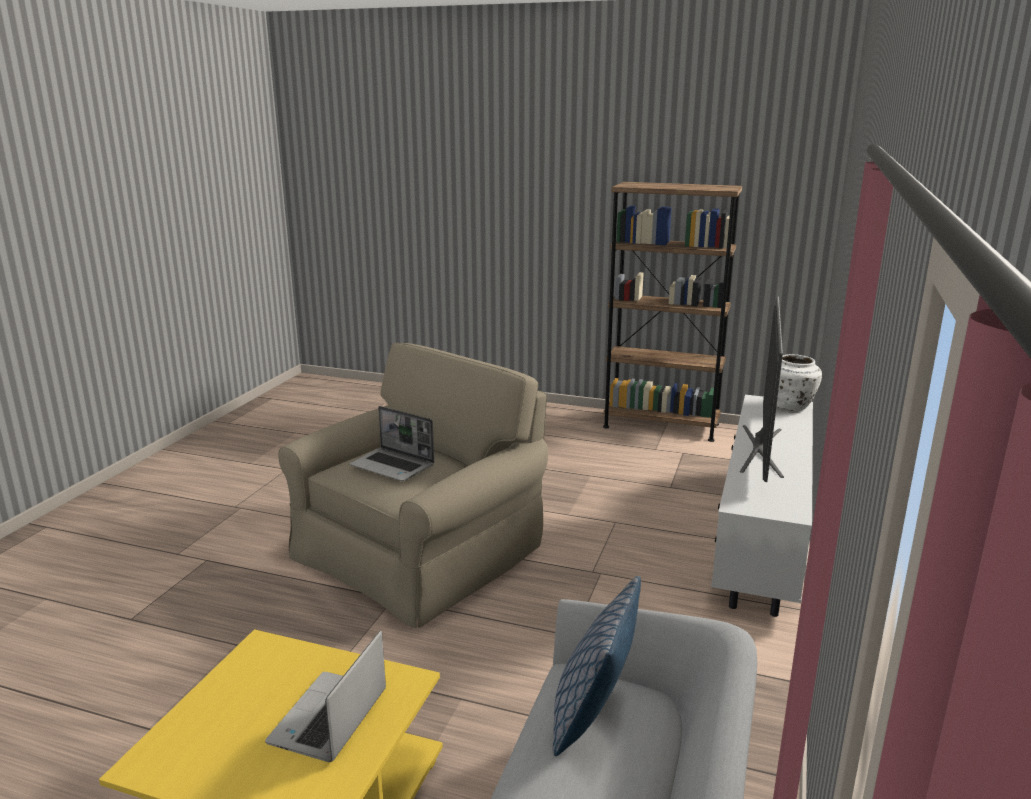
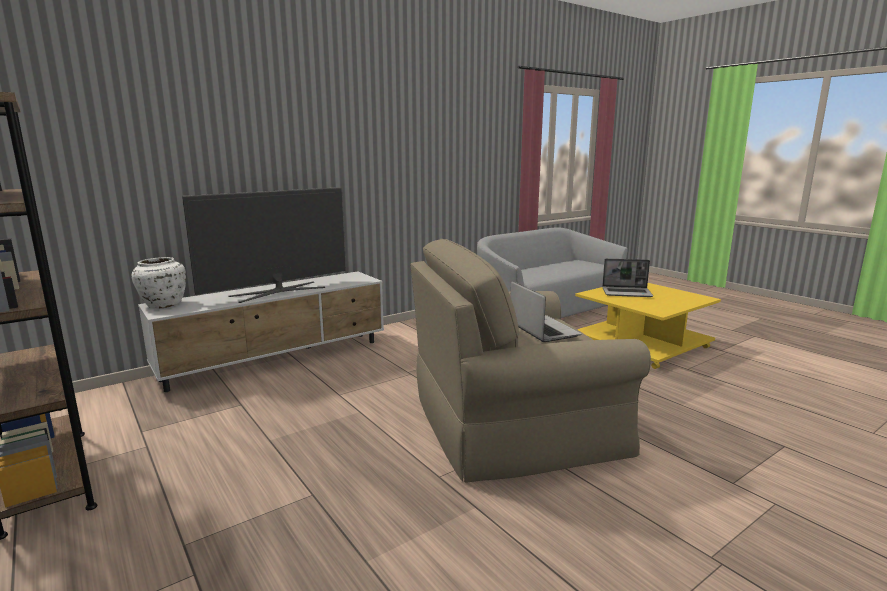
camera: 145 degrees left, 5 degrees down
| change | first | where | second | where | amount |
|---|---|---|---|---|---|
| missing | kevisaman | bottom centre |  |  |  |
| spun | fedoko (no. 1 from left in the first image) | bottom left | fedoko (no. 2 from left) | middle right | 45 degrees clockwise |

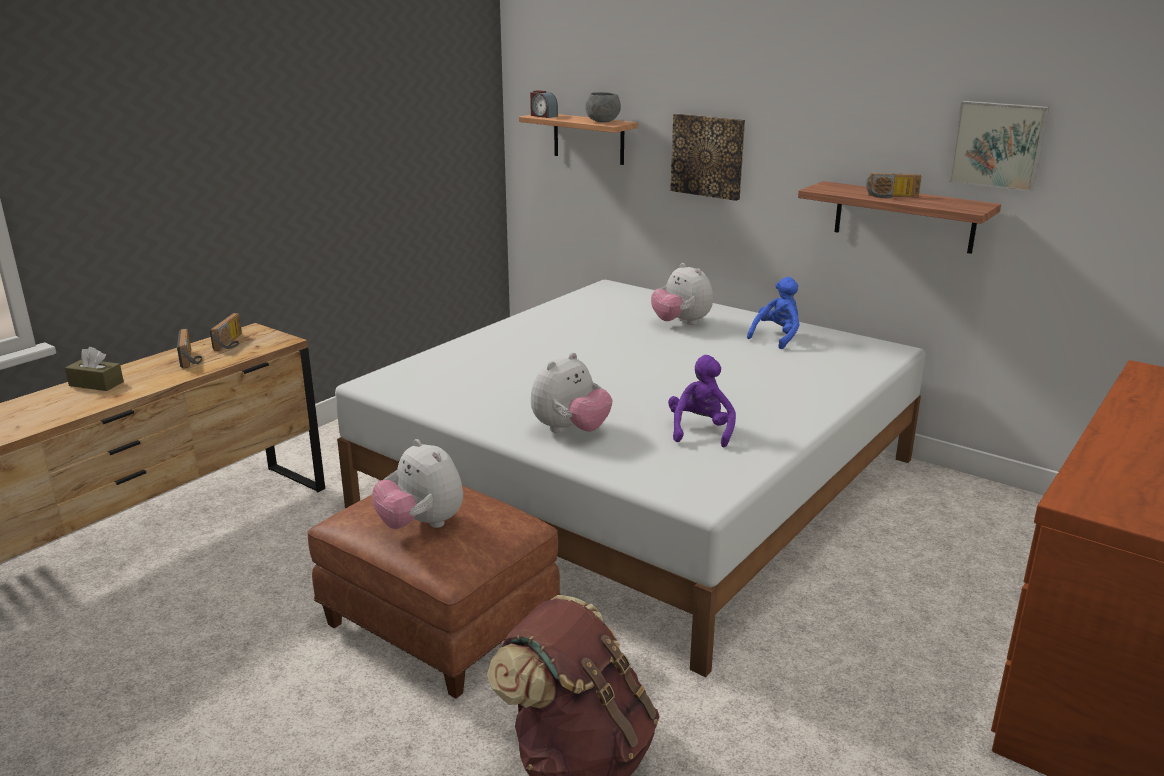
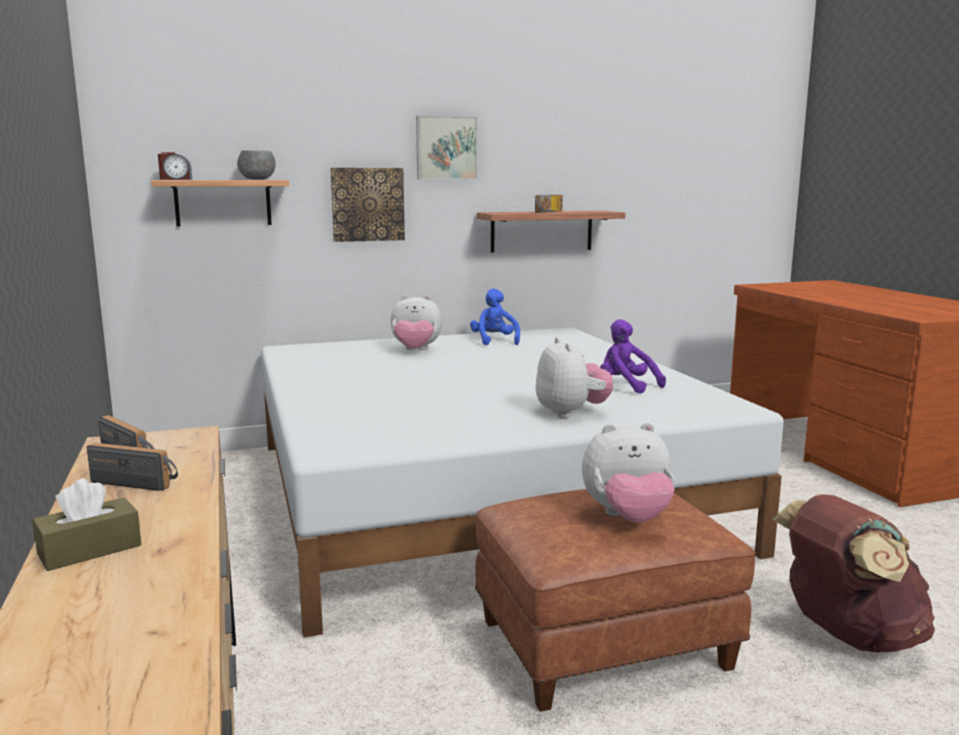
camera: 55 degrees left, 10 degrees down
| change | first | where | second | where | amount |
|---|---|---|---|---|---|
| relocated | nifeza (no. 2 from left) | top right |  | top centre |  |

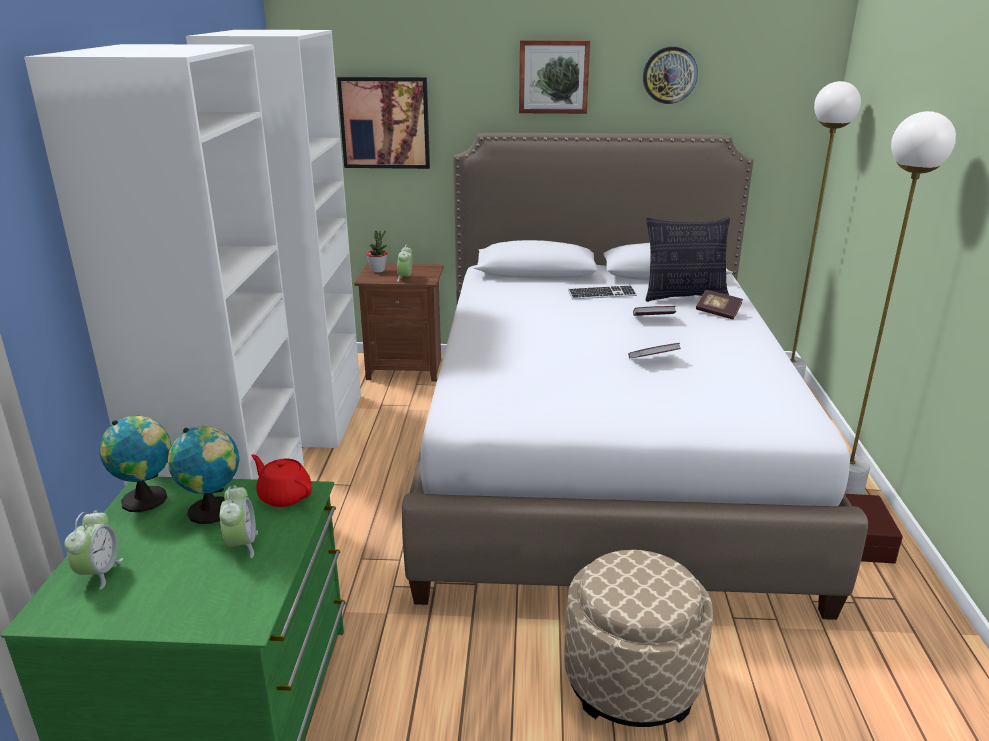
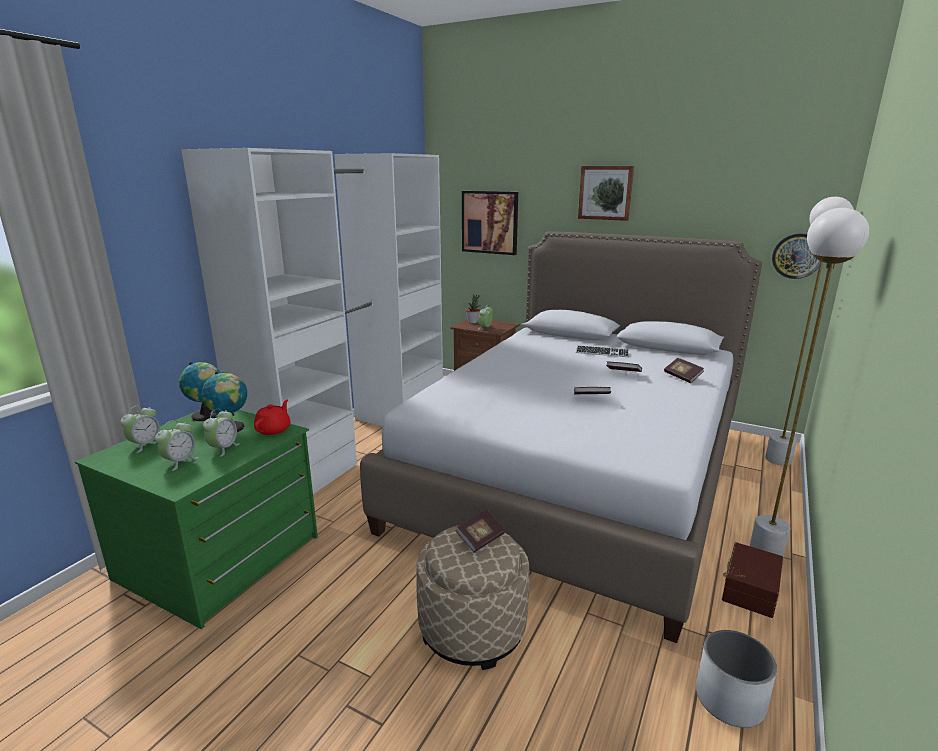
camera: 25 degrees right, 5 degrees down
| change | first | where | second | where | amount |
|---|---|---|---|---|---|
| missing | kevisaman | middle right |  |  |  |
| appeared |  |  | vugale (no. 2 from left) | middle left |  |
| appeared |  |  | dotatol (no. 1 from left) | bottom centre |  |
| appeared |  |  | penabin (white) | bottom right |  |
| relocated | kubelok | top right |  | middle right |  |
| spun | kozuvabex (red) | middle left |  | middle left | 45 degrees clockwise |

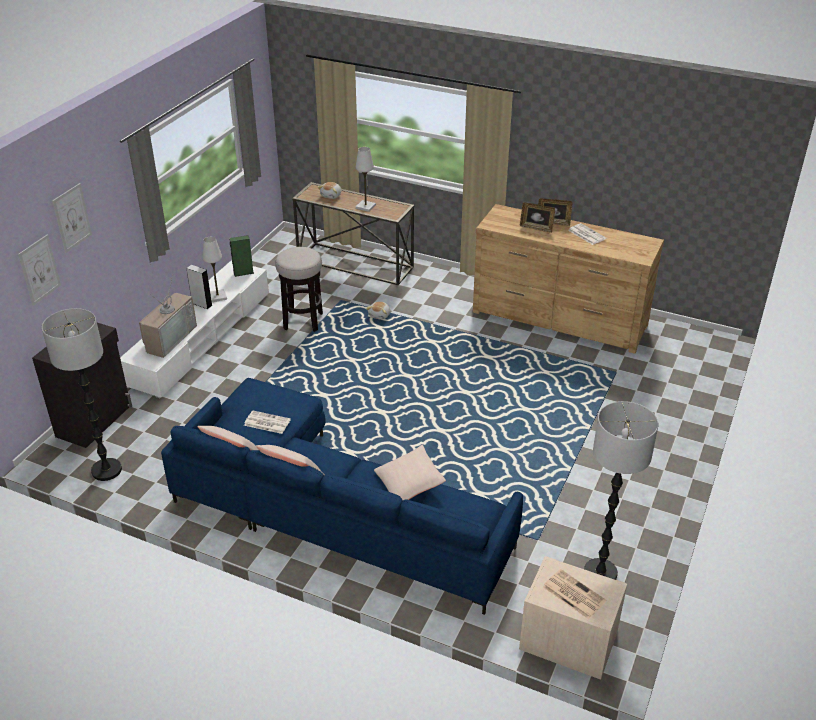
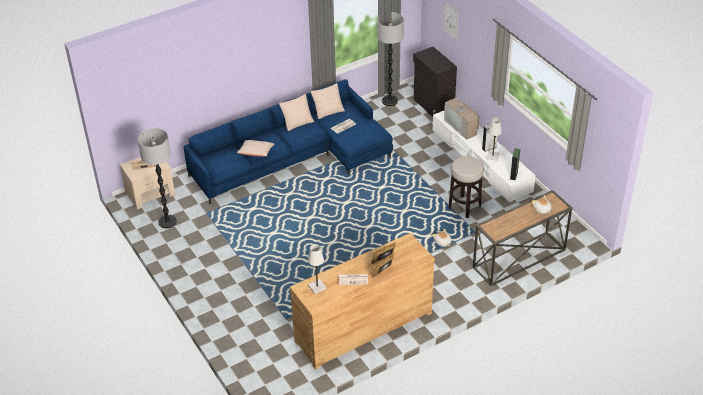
camera: 125 degrees right, 5 degrees up
| change | first | where | second | where | amount |
|---|---|---|---|---|---|
| missing | nifeza (no. 2 from left) | top left |  |  |  |
| relocated | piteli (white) (no. 2 from left in the first image) | top centre | piteli (white) (no. 1 from left) | bottom centre |  |

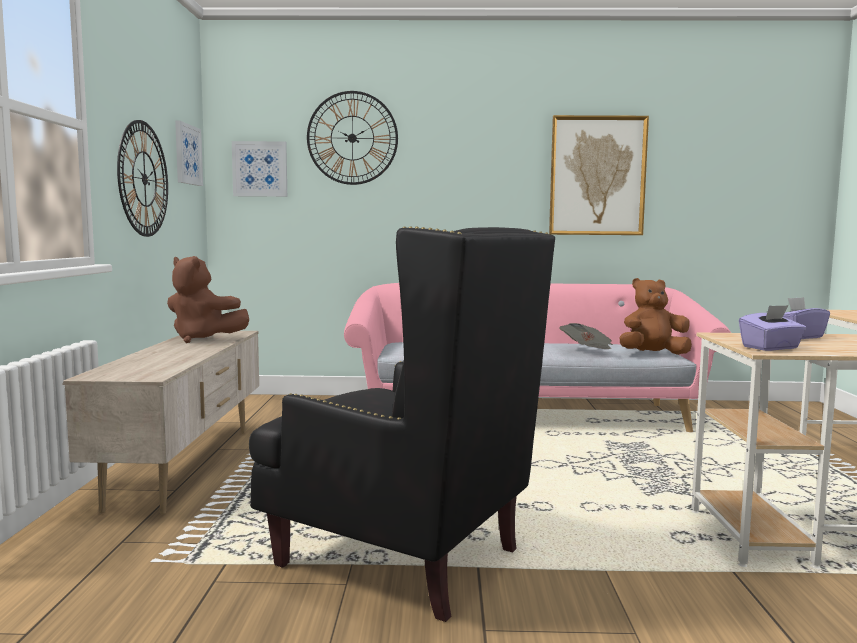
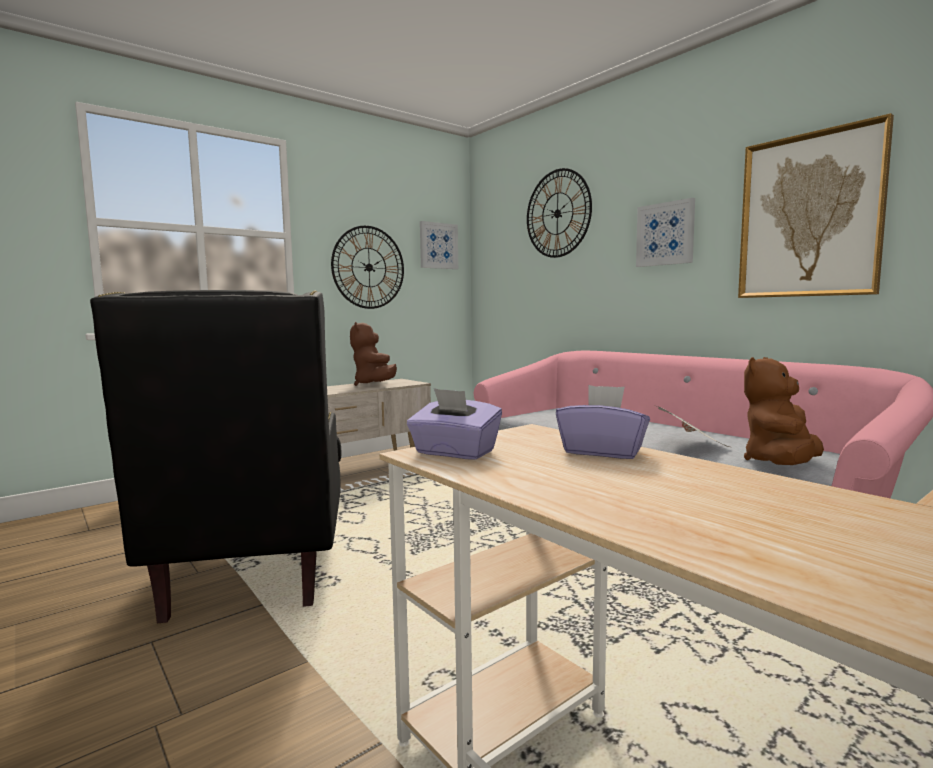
camera: 50 degrees right, 0 degrees up
| change | first | where | second | where | amount |
|---|---|---|---|---|---|
| relocated | nifeza (no. 2 from left) | top left |  | top right |  |
| spun | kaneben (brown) (no. 2 from left) | middle right |  | middle right | 90 degrees counterclockwise |

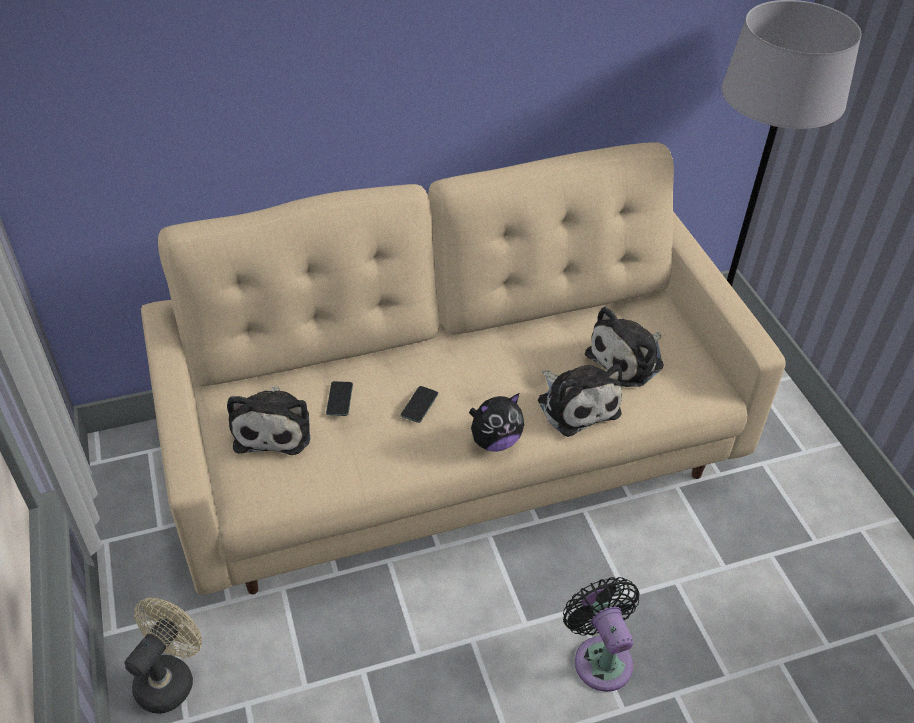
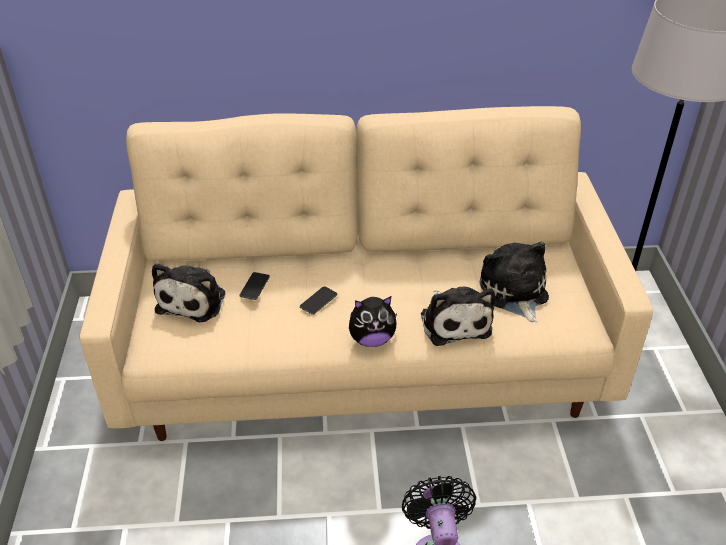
camera: 15 degrees right, 5 degrees down
| change | first | where | second | where | amount |
|---|---|---|---|---|---|
| missing | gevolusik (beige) | bottom left |  |  |  |
| spun | kaneben (no. 4 from left) | middle right |  | middle right | 105 degrees clockwise |

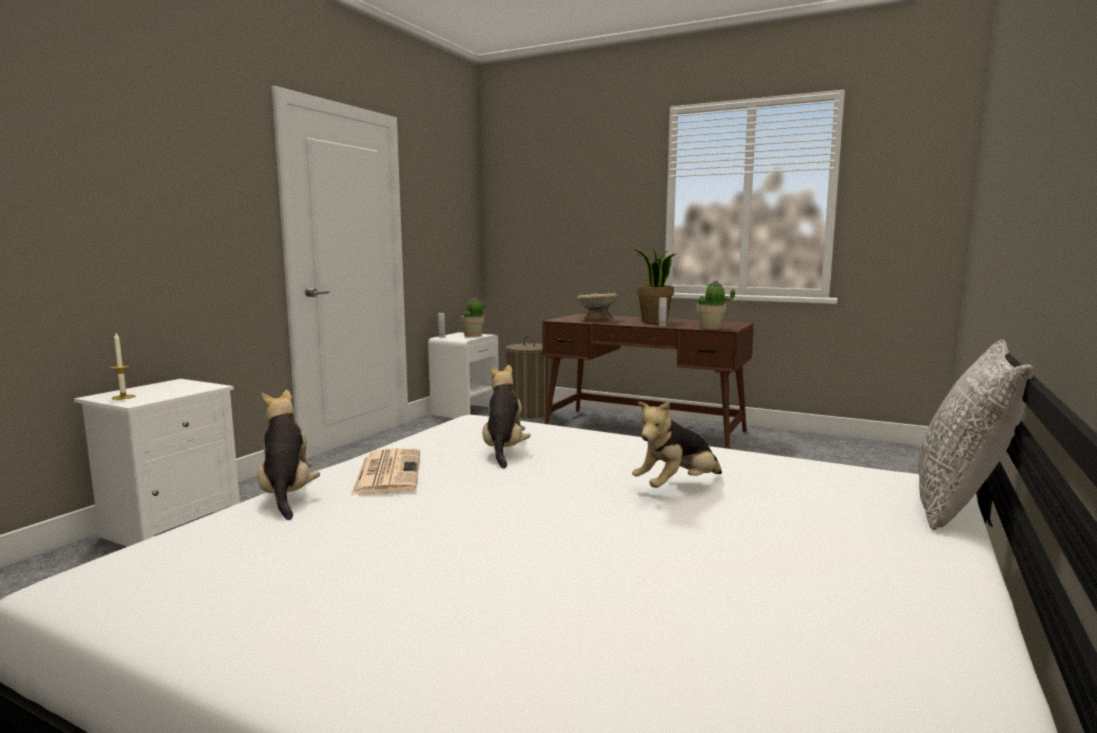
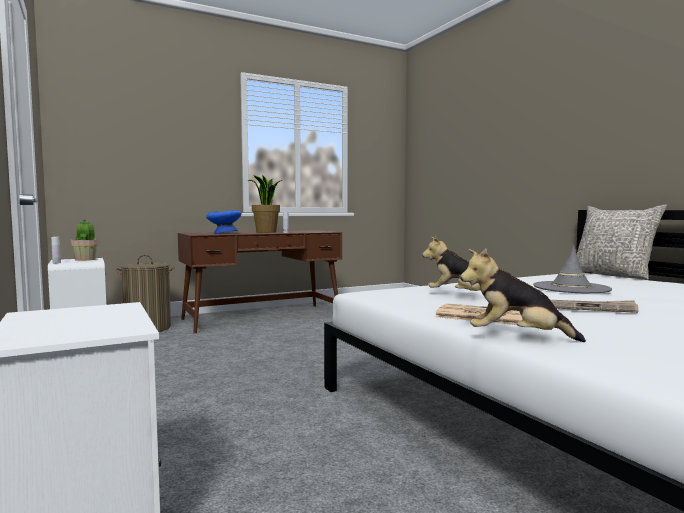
camera: 55 degrees left, 5 degrees down
| change | first | where | second | where | amount |
|---|---|---|---|---|---|
| missing | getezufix | middle left |  |  |  |
| missing | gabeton (no. 3 from left) | centre |  |  |  |
| appeared |  |  | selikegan (no. 2 from left) | middle right |  |
| exchanged | kaneben (no. 3 from left) | centre | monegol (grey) | middle right |  |
| colour | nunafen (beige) | centre | nunafen (blue) | middle left |  |

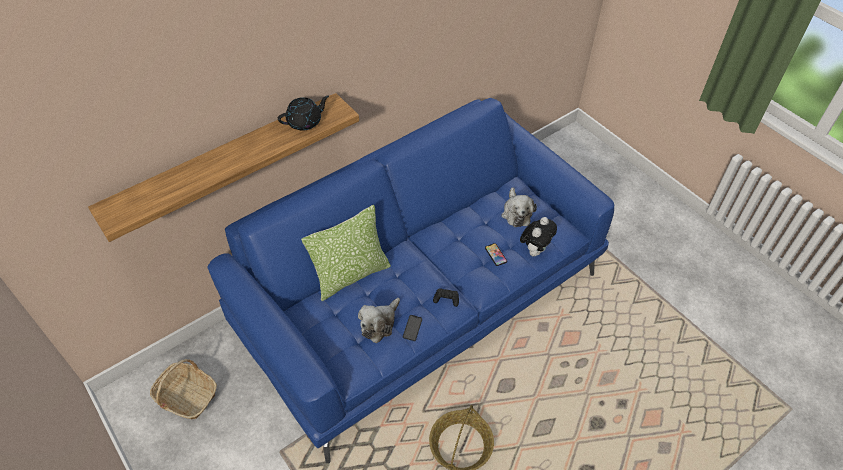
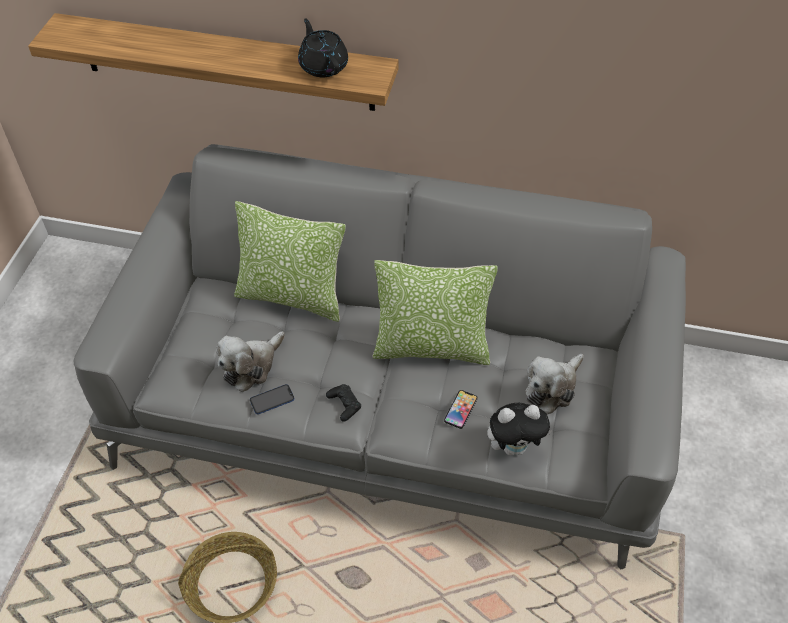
camera: 50 degrees right, 0 degrees up
| change | first | where | second | where | amount |
|---|---|---|---|---|---|
| missing | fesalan (no. 1 from left) | bottom left |  |  |  |
| appeared |  |  | kevisaman (no. 2 from left) | centre |  |
| colour | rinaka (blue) | centre | rinaka (grey) | centre |  |
| spun | kozuvabex (black) | top centre |  | top centre | 135 degrees counterclockwise |
| spun | kaneben (no. 1 from left) | bottom centre |  | middle left | 45 degrees counterclockwise |

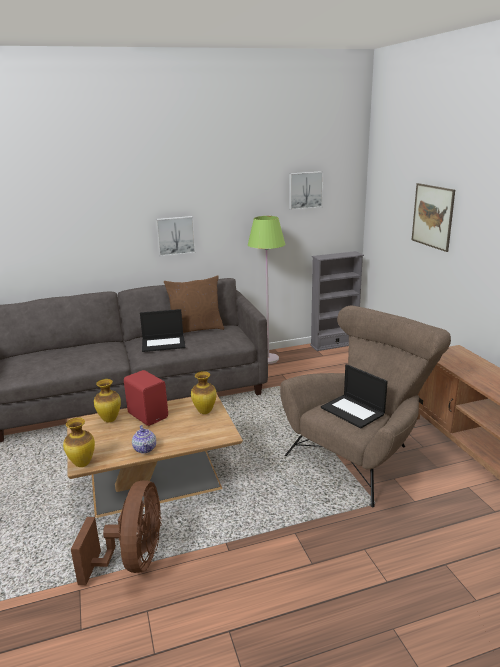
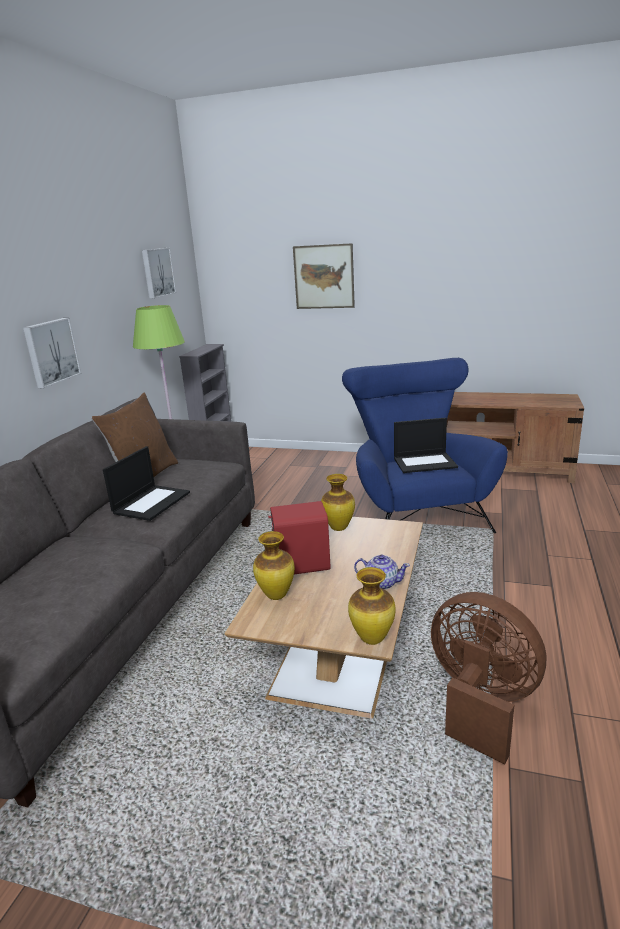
camera: 55 degrees left, 0 degrees up
| change | first | where | second | where | amount |
|---|---|---|---|---|---|
| colour | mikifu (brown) | middle right | mikifu (blue) | middle right |  |

